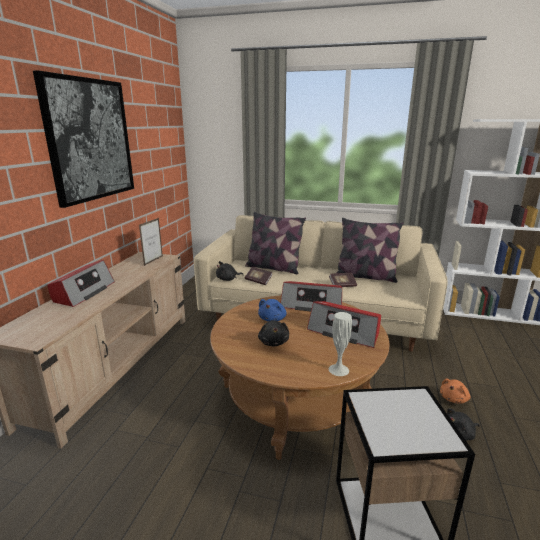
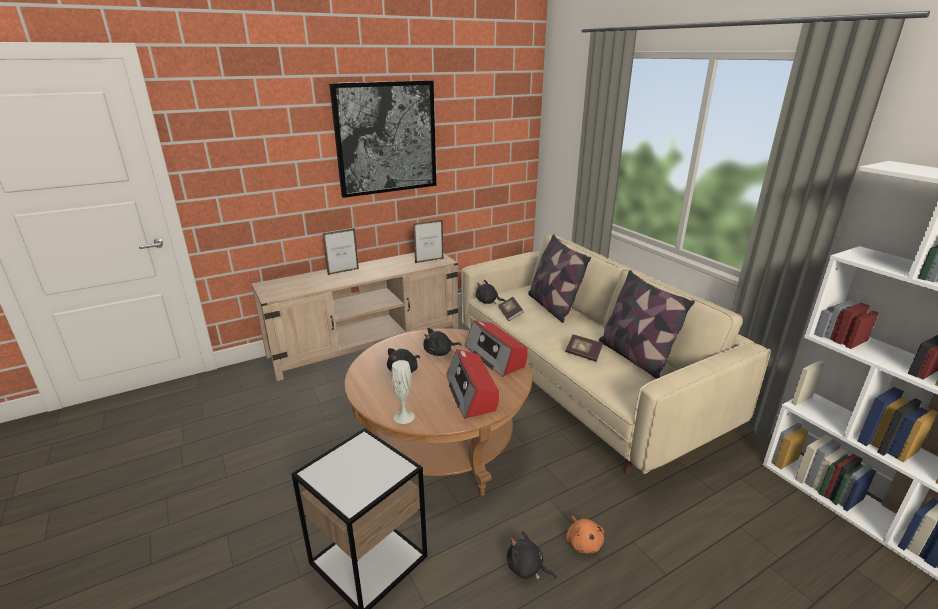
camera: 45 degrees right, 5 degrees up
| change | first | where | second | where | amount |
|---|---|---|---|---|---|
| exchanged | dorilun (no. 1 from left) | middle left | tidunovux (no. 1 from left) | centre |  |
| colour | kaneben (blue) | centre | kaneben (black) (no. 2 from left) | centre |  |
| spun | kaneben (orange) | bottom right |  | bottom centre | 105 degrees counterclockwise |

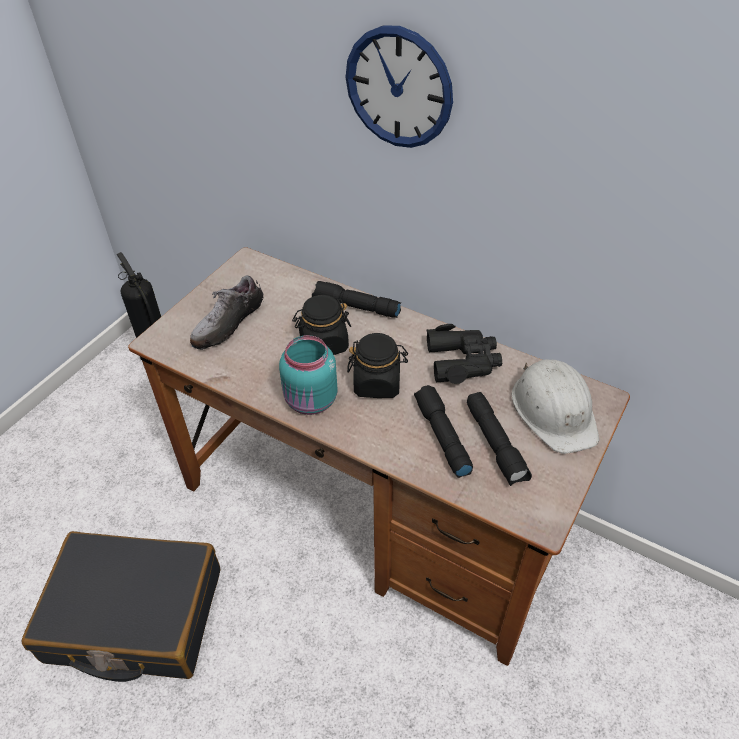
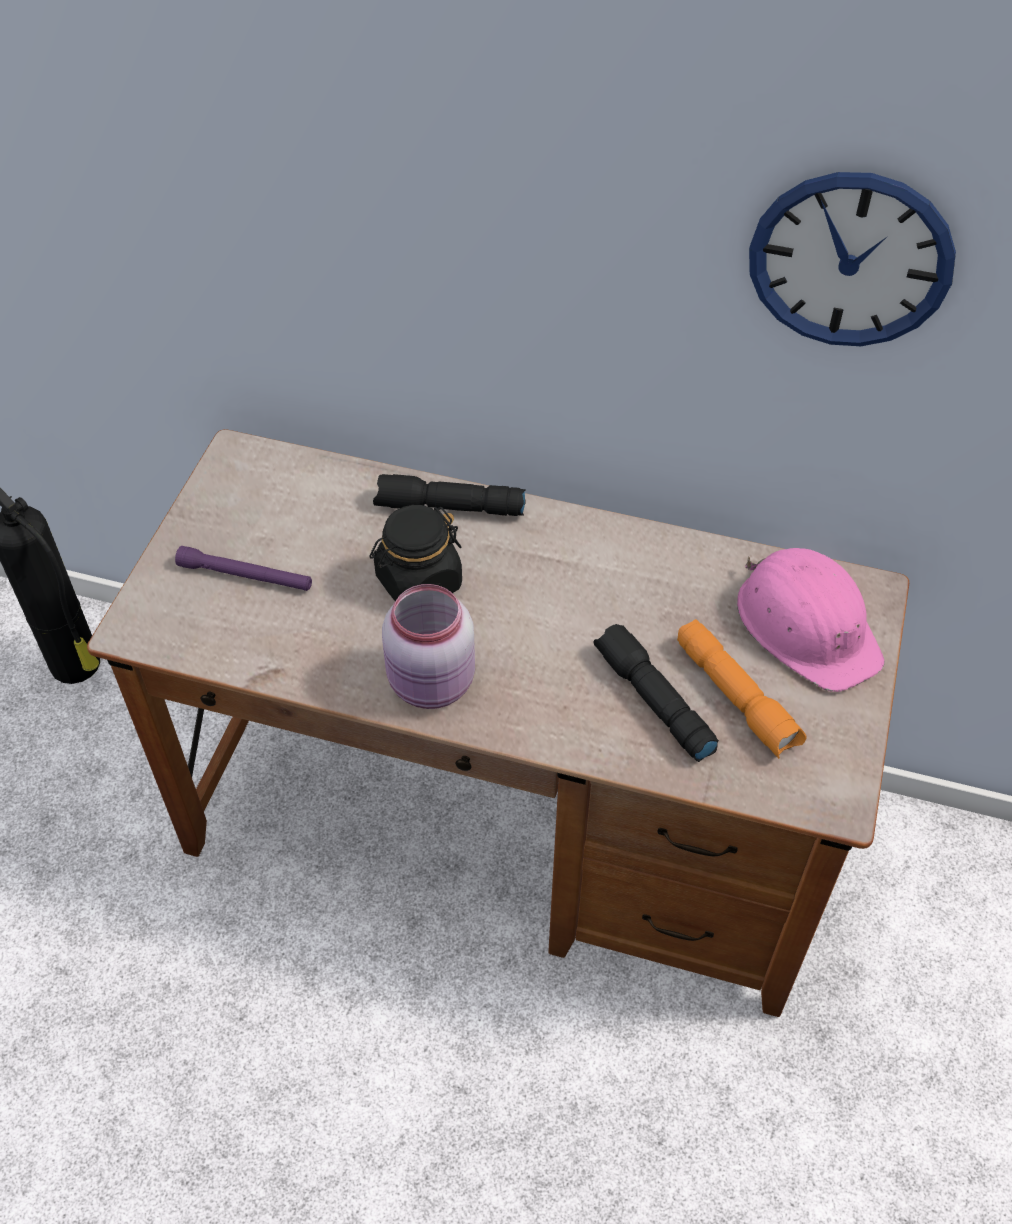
camera: 15 degrees left, 5 degrees up
| change | first | where | second | where | amount |
|---|---|---|---|---|---|
| missing | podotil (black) | bottom left |  |  |  |
| missing | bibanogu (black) (no. 2 from left) | centre |  |  |  |
| missing | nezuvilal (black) | centre |  |  |  |
| relocated | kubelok | top centre |  | top right |  |
| exchanged | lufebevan | middle left | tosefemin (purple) | middle left |  |
| colour | bibanogu (turquoise) | centre | bibanogu (pink) | centre |  |
| colour | tosefemin (black) (no. 3 from left) | middle right | tosefemin (orange) | middle right |  |
| colour | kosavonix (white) | middle right | kosavonix (pink) | middle right |  |

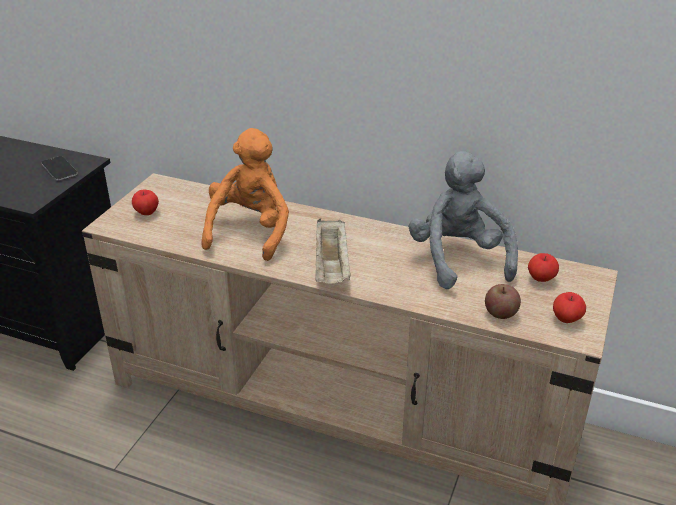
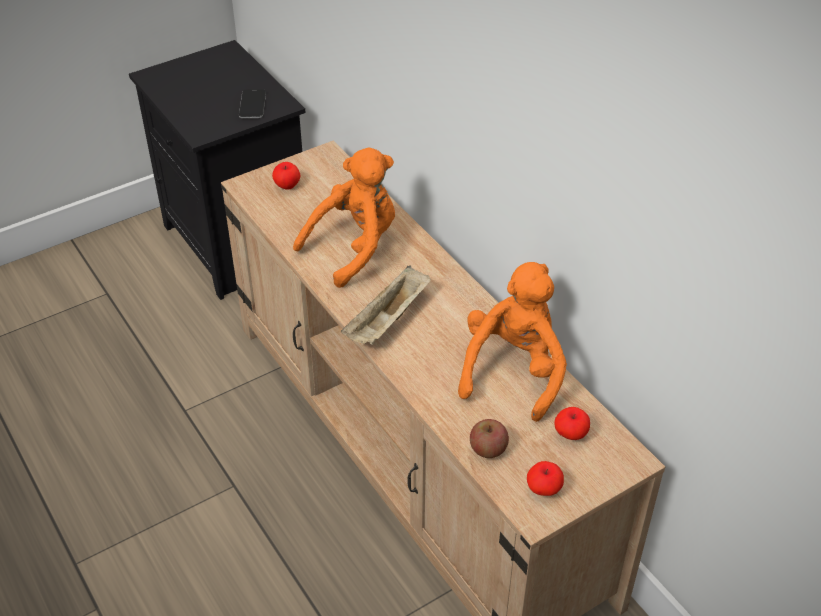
camera: 35 degrees right, 10 degrees up
| change | first | where | second | where | amount |
|---|---|---|---|---|---|
| colour | kaneben (grey) | middle right | kaneben (orange) (no. 2 from left) | centre |  |

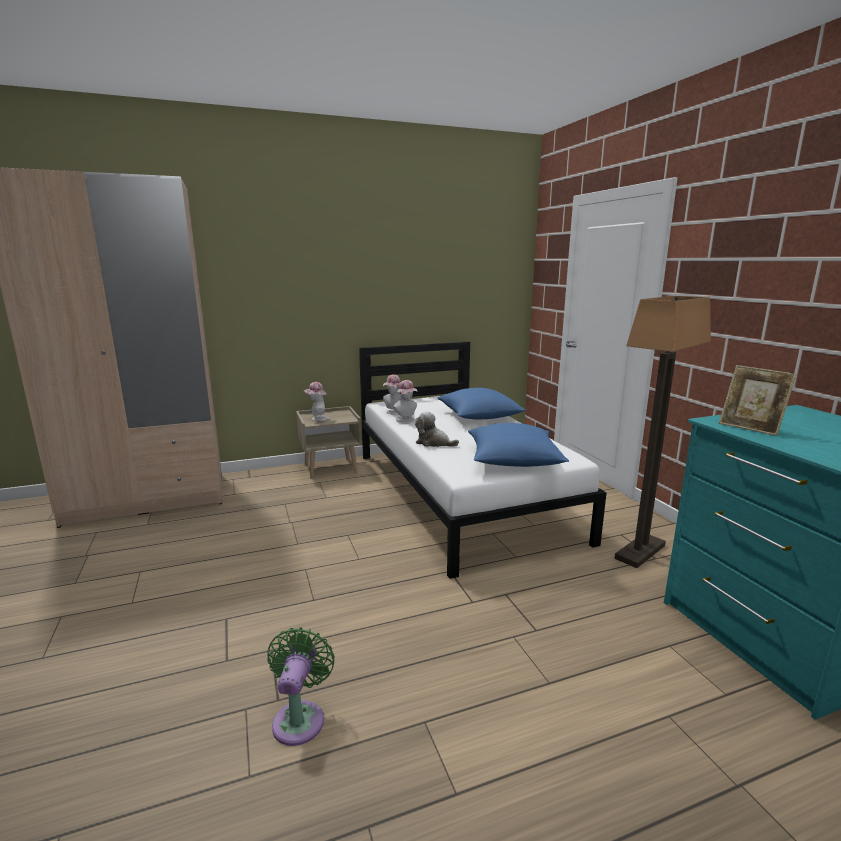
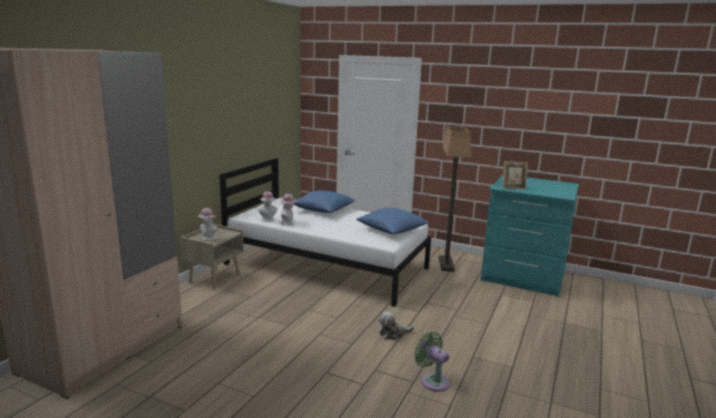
camera: 45 degrees left, 0 degrees up
| change | first | where | second | where | amount |
|---|---|---|---|---|---|
| relocated | kaneben | centre |  | bottom centre |  |

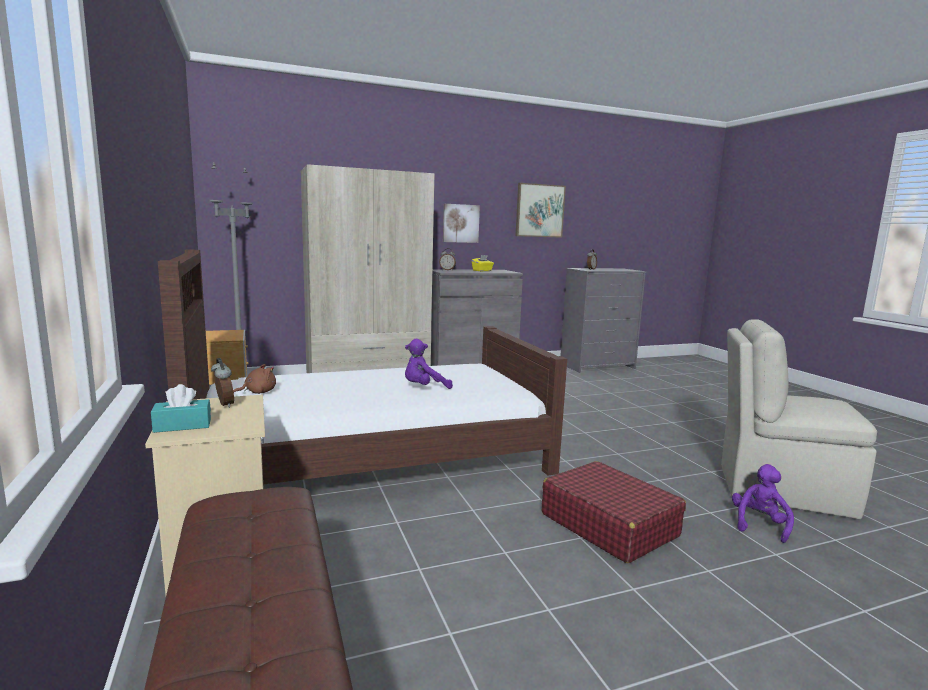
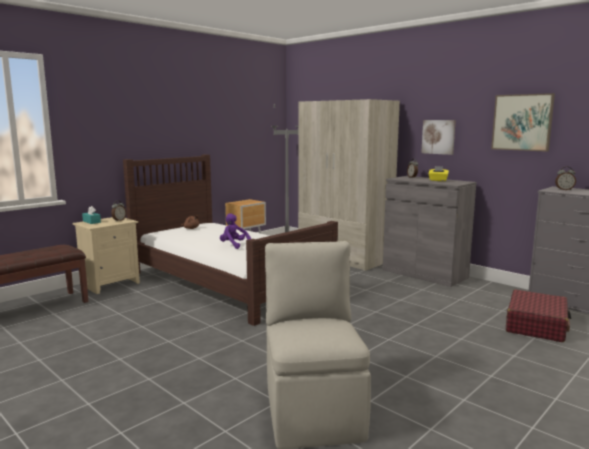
camera: 65 degrees right, 0 degrees up
| change | first | where | second | where | amount |
|---|---|---|---|---|---|
| missing | kaneben (purple) (no. 2 from left) | bottom right |  |  |  |
| relocated | podotil (red) | bottom centre |  | bottom right |  |

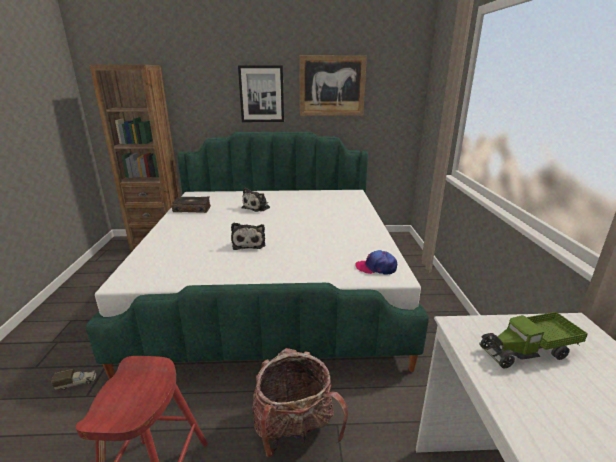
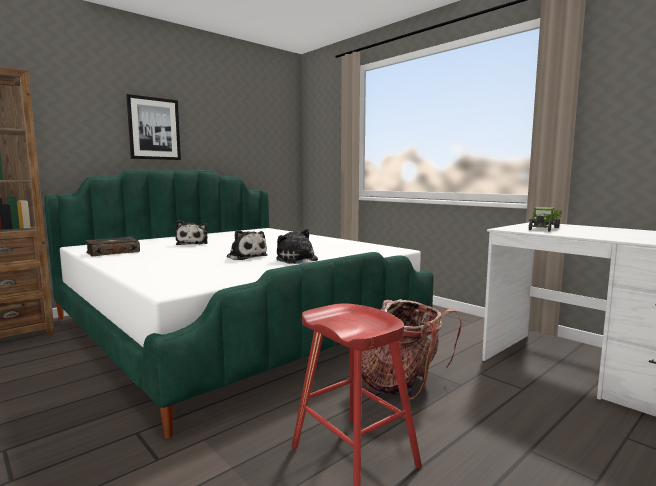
camera: 40 degrees left, 15 degrees down
| change | first | where | second | where | amount |
|---|---|---|---|---|---|
| missing | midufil (no. 1 from left) | bottom left |  |  |  |
| missing | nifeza (no. 2 from left) | top centre |  |  |  |
| missing | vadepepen | centre |  |  |  |
| appeared |  |  | kaneben (no. 3 from left) | centre |  |

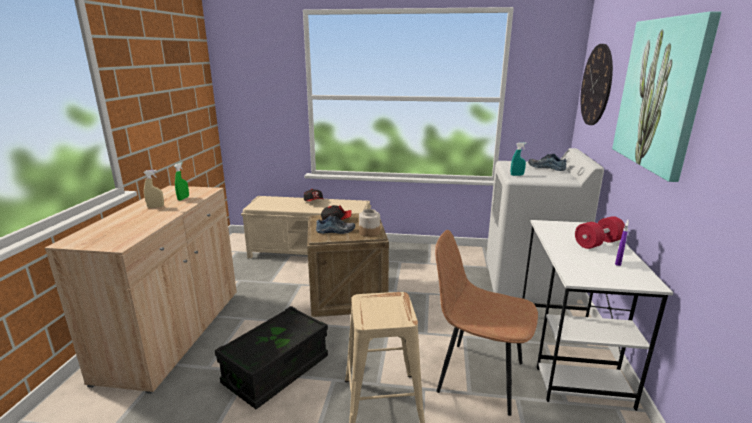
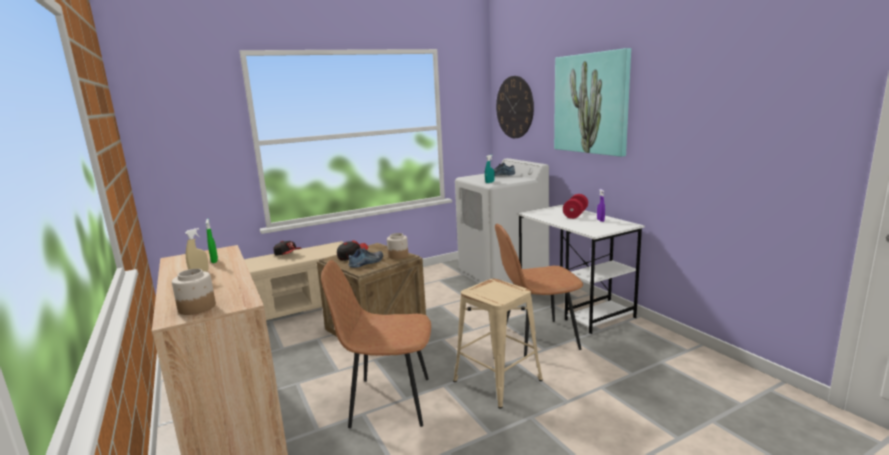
camera: 35 degrees left, 5 degrees down
| change | first | where | second | where | amount |
|---|---|---|---|---|---|
| appeared |  |  | bibanogu (no. 1 from left) | middle left |  |
| exchanged | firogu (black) | bottom centre | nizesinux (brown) (no. 1 from left) | bottom centre |  |

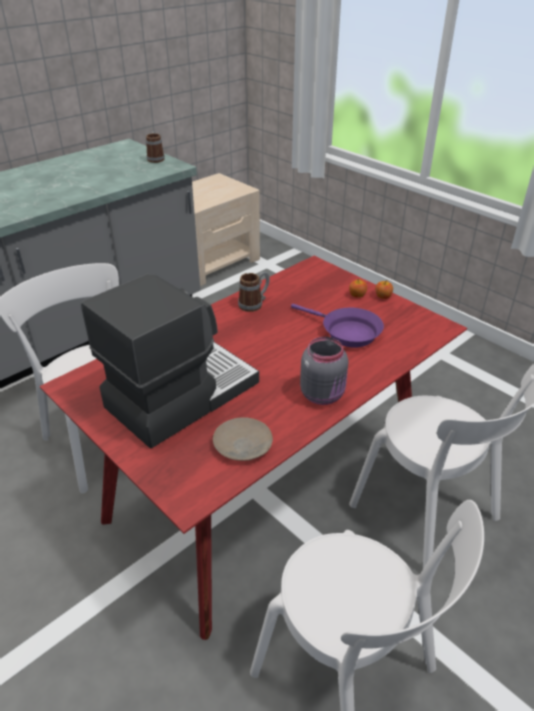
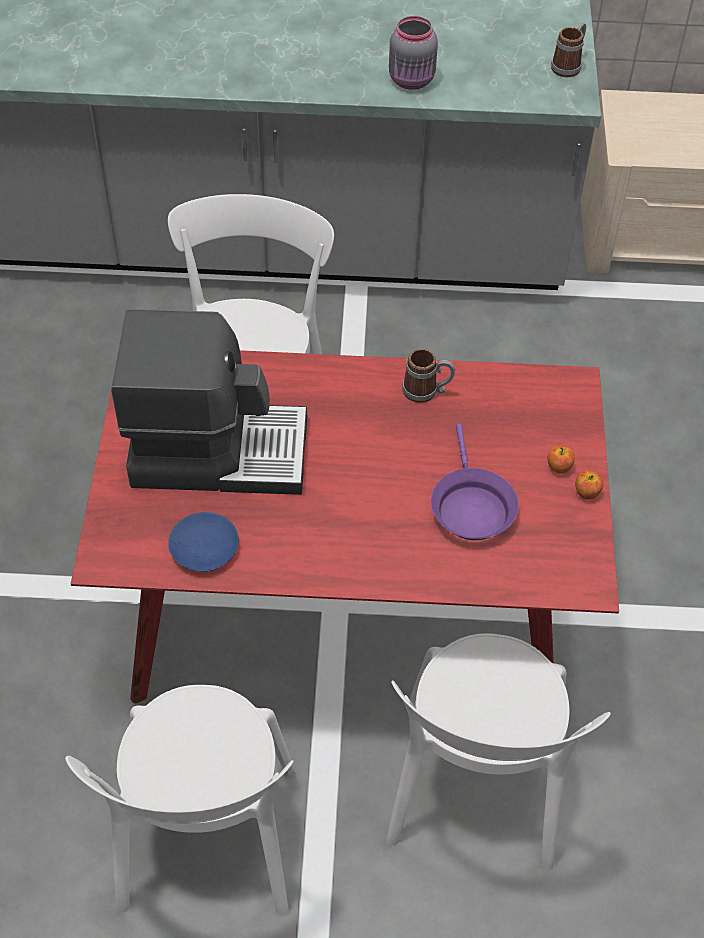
camera: 45 degrees right, 15 degrees up
| change | first | where | second | where | amount |
|---|---|---|---|---|---|
| relocated | bibanogu (grey) | centre |  | top centre |  |
| colour | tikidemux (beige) | centre | tikidemux (blue) | middle left |  |

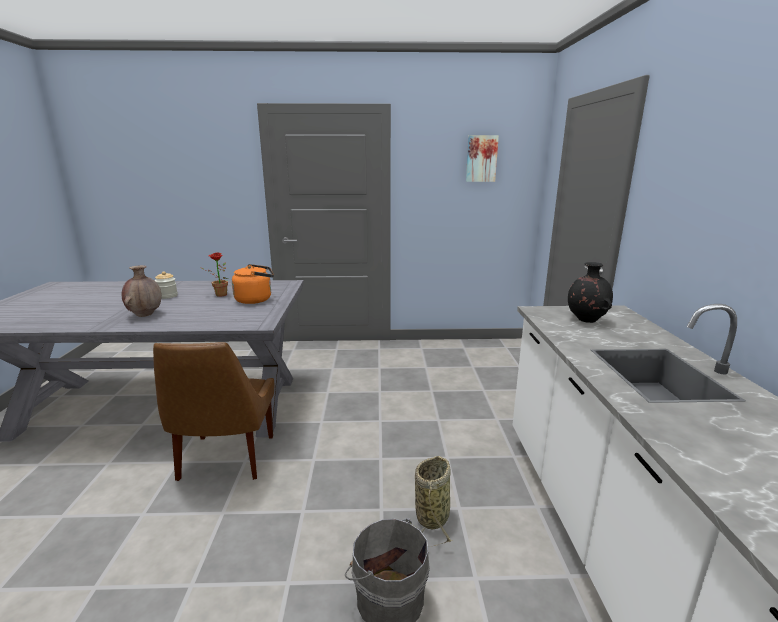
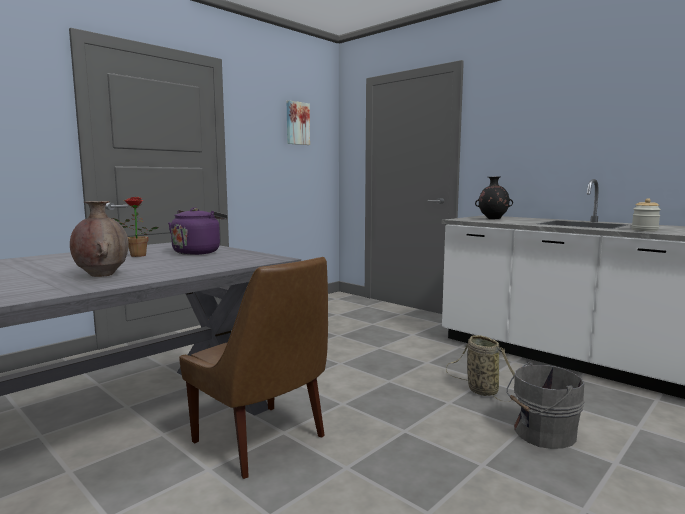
camera: 45 degrees left, 10 degrees down
| change | first | where | second | where | amount |
|---|---|---|---|---|---|
| relocated | bibanogu | middle left |  | middle right |  |
| colour | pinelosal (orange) | middle left | pinelosal (purple) | middle left |  |

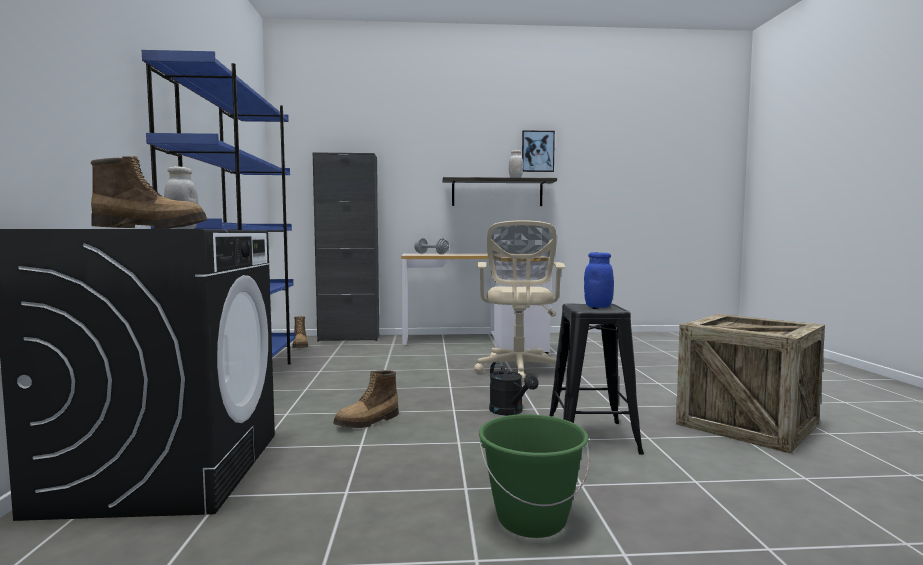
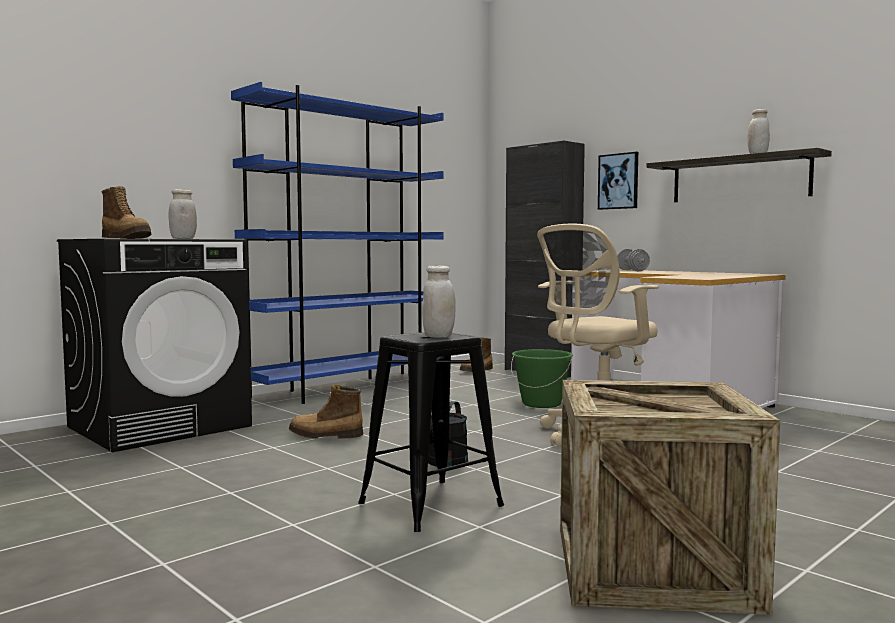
camera: 50 degrees right, 0 degrees up
| change | first | where | second | where | amount |
|---|---|---|---|---|---|
| relocated | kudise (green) | bottom centre |  | centre |  |
| relocated | nifeza | top centre |  | top right |  |
| colour | bibanogu (blue) | centre | bibanogu (white) (no. 2 from left) | centre |  |

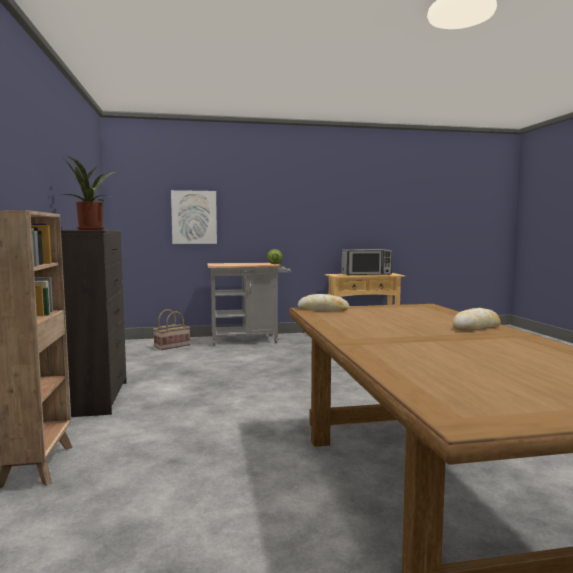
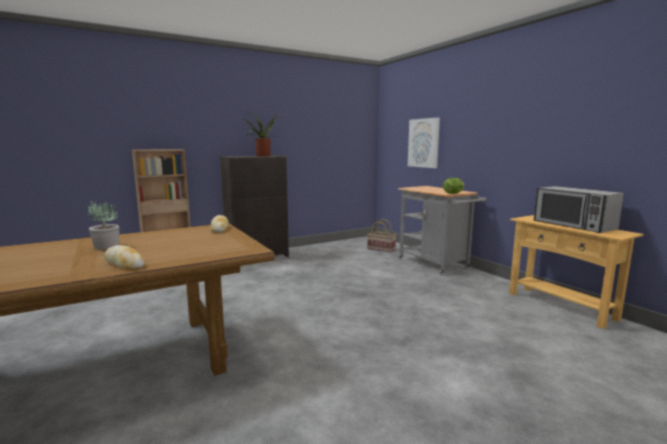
camera: 70 degrees right, 5 degrees up
| change | first | where | second | where | amount |
|---|---|---|---|---|---|
| appeared |  |  | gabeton (no. 1 from left) | middle left |  |

